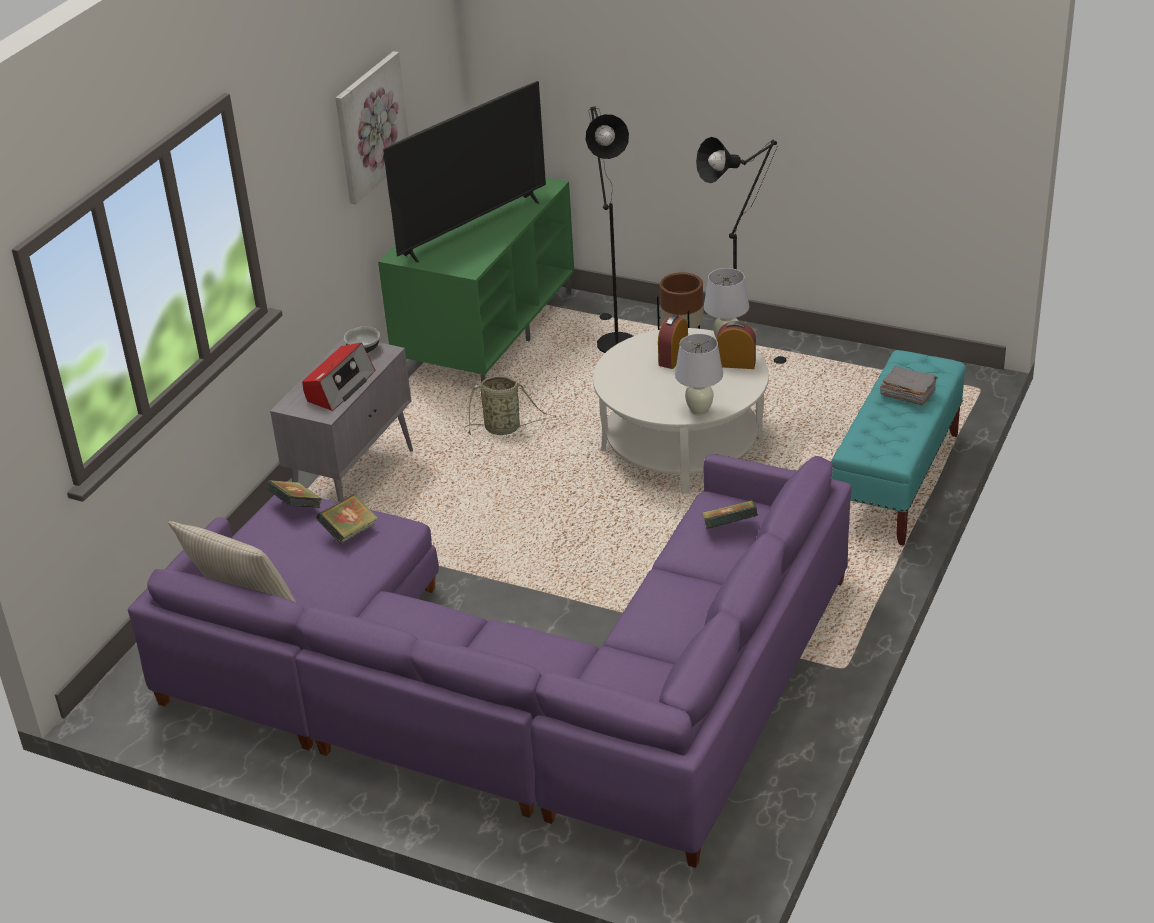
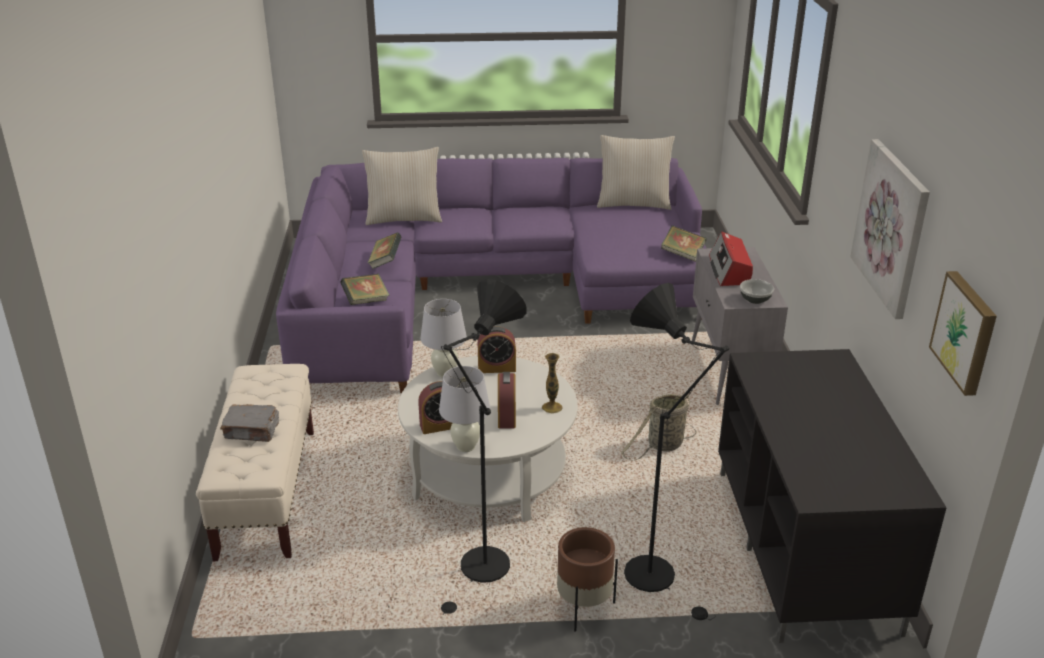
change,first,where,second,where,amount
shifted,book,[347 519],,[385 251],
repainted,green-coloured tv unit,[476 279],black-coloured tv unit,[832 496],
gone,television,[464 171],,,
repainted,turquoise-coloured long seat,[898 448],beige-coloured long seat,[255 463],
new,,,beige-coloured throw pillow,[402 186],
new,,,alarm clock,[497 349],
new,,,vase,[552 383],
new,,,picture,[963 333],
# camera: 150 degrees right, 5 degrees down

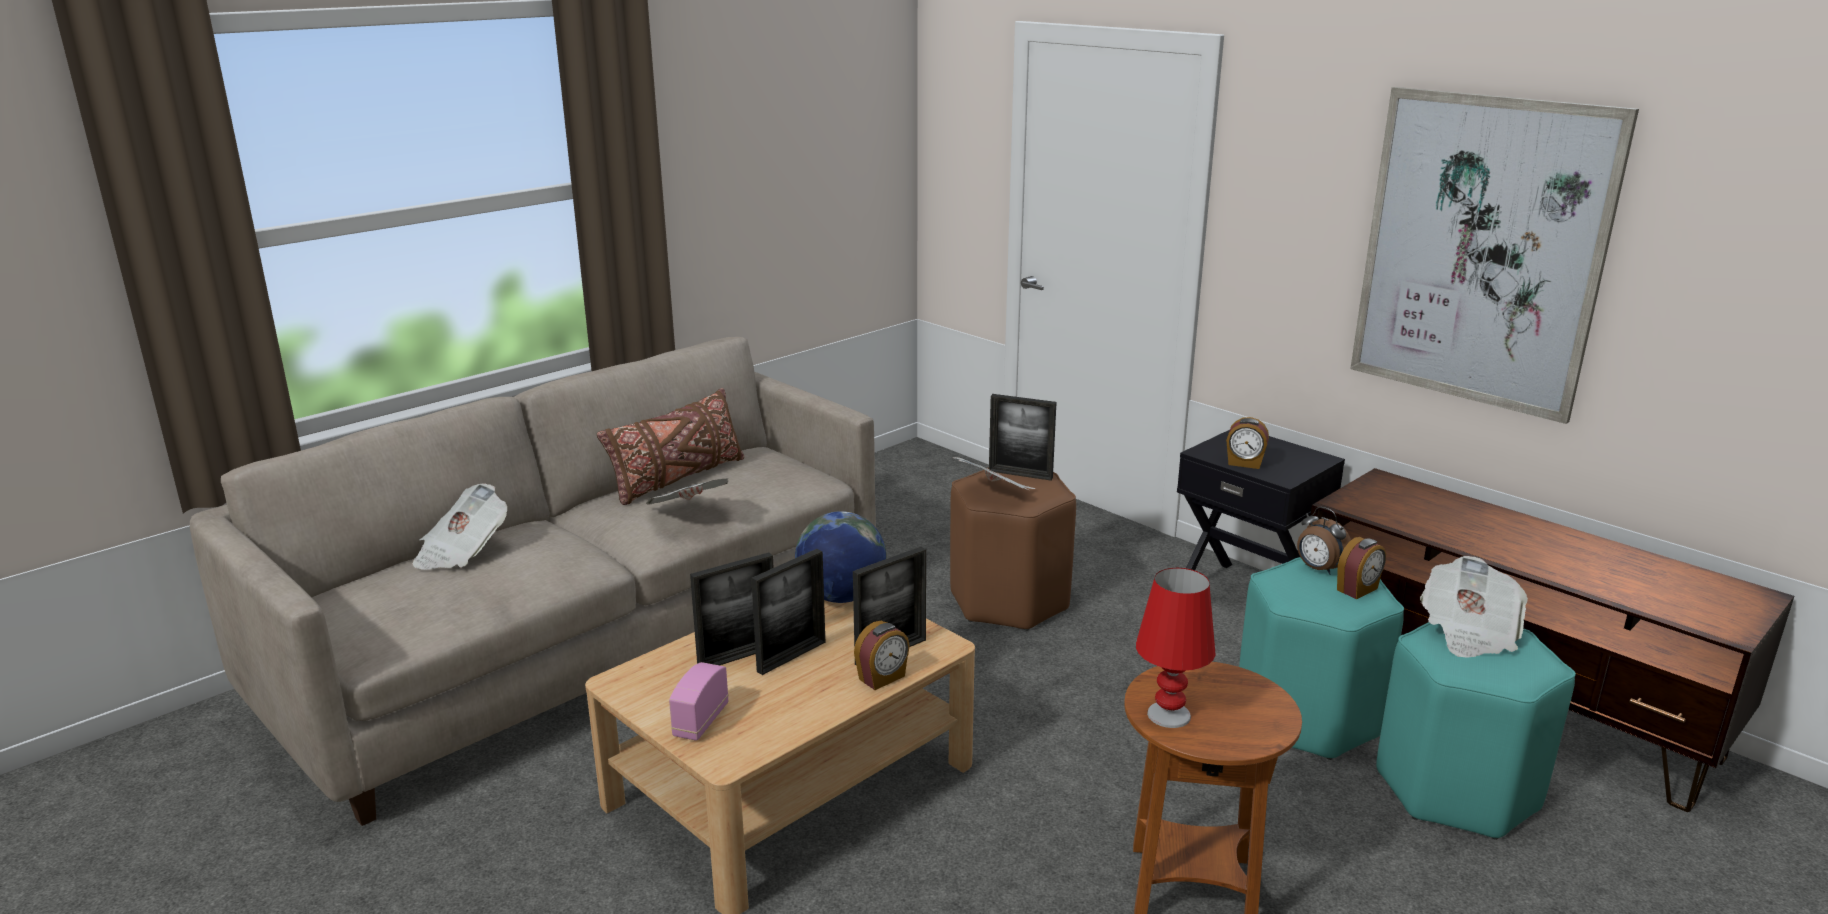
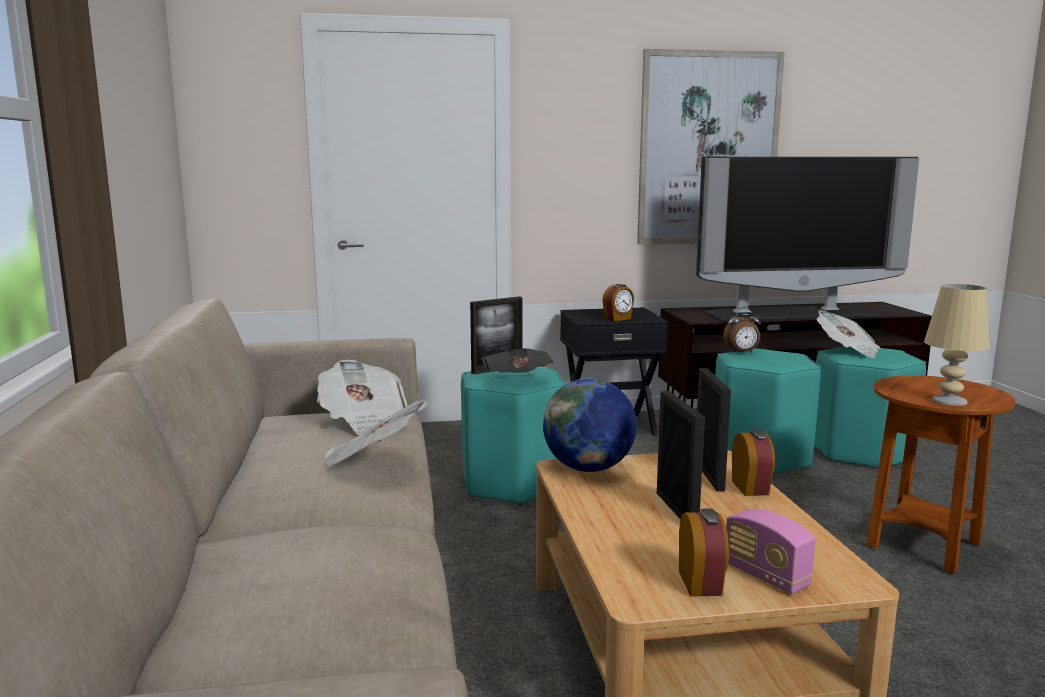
change,first,where,second,where,amount
shifted,newspaper,[459 526],,[362 397],
gone,brown throw pillow,[671 446],,,
gone,standing frame,[732 608],,,
repainted,brown stool,[1013 549],turquoise-coloured stool,[513 436],
repainted,red-coloured tabletop lamp,[1176 648],beige-coloured tabletop lamp,[957 345],
shifted,alarm clock,[1361 568],,[704 553],
new,,,television,[807 239],
# camera: 55 degrees left, 10 degrees down

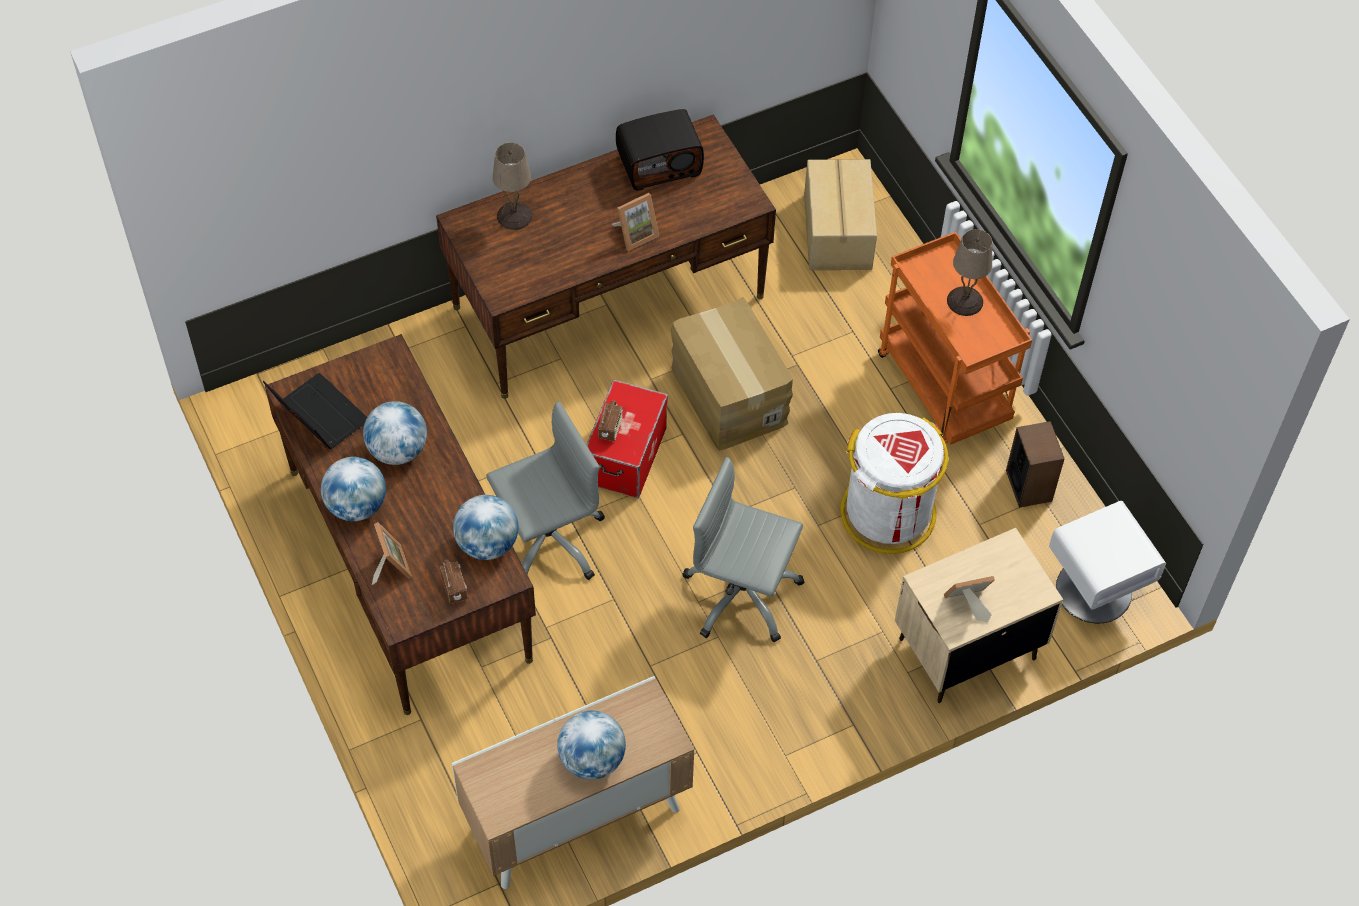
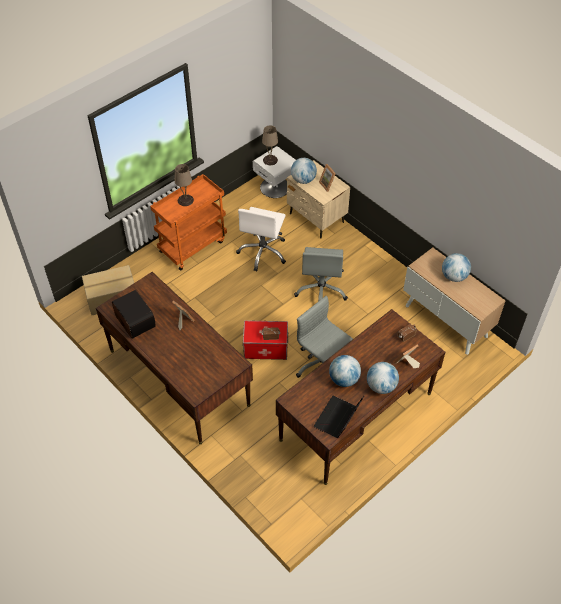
change,first,where,second,where,amount
shifted,globe,[485 527],,[304 171],
shifted,beige-coloured tabletop lamp,[513 186],,[270 145],
gone,cardboard box,[732 374],,,
swapped,whitish rubbish bin,[894 483],whitish office chair,[261 239],
gone,loudspeaker,[1035 464],,,
# camera: 105 degrees left, 5 degrees down

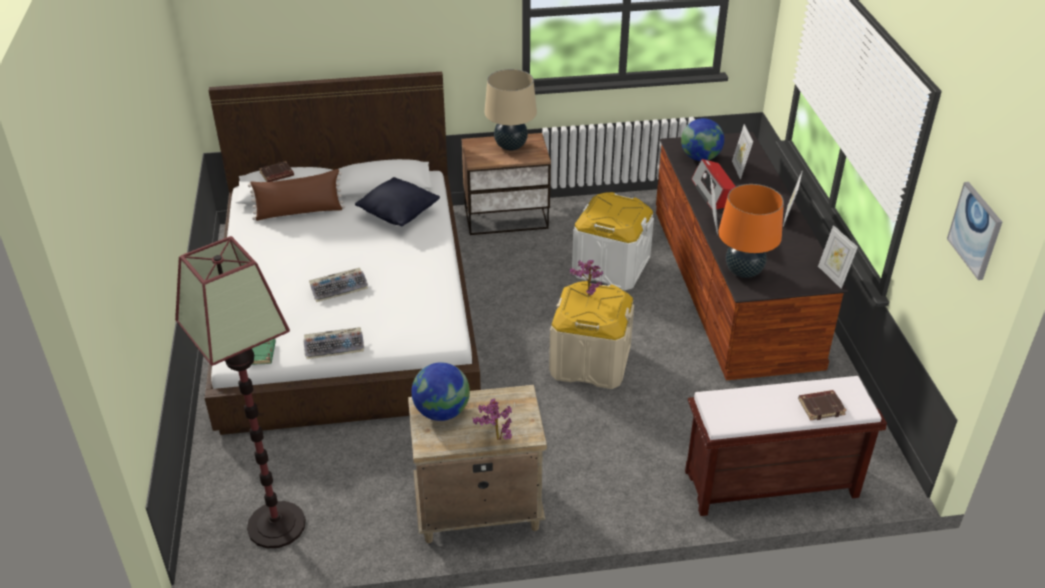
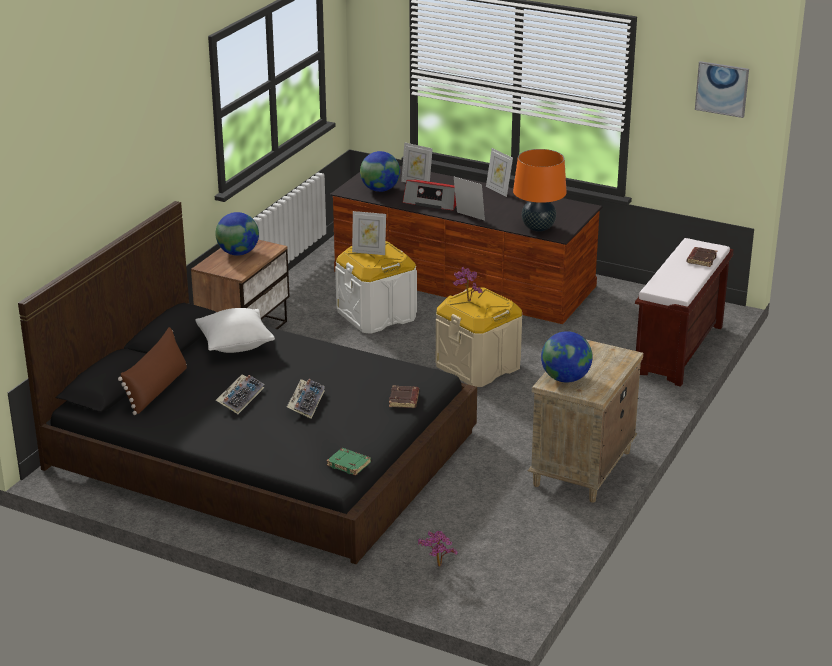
change,first,where,second,where,amount
gone,standard lamp,[240 392],,,
repainted,whitish bed,[342 253],black-coloured bed,[247 382],
shifted,brown book,[276 171],,[404 396],
shifted,computer keyboard,[334 343],,[240 394],
repainted,black-coloured throw pillow,[397 201],whitish throw pillow,[235 330],
shifted,potted plant,[492 419],,[438 548],
swapped,beige-coloured tabletop lamp,[510 109],globe,[237 234],
shifted,standing frame,[838 257],,[369 233],
# camera: 55 degrees left, 10 degrees down

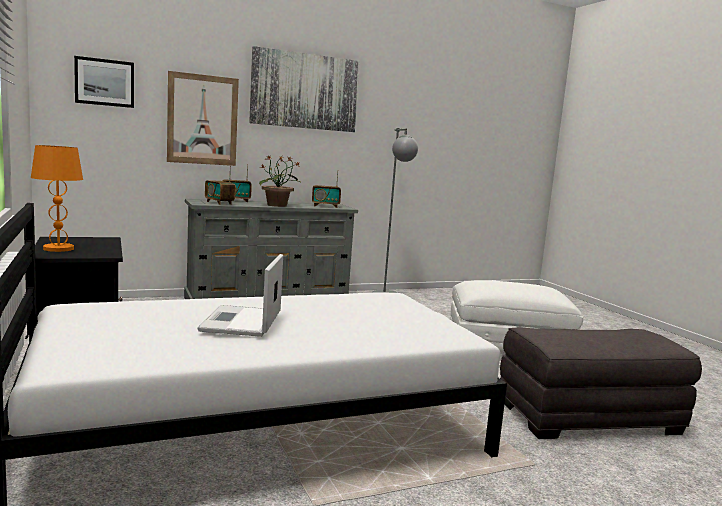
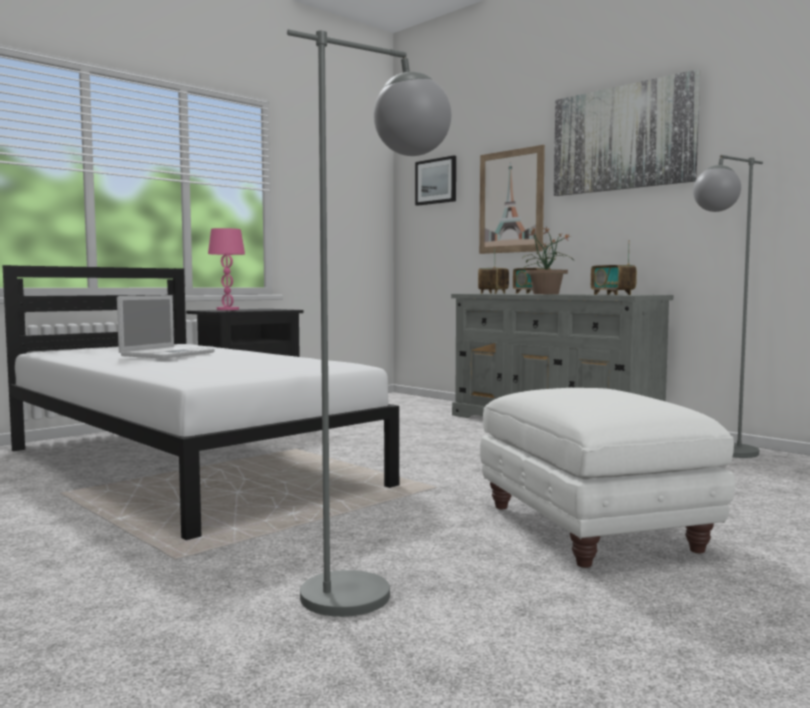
change,first,where,second,where,amount
repainted,orangey tabletop lamp,[57 198],pink-coloured tabletop lamp,[226 269],
rotated,portable computer,[240 295],,[166 327],135 degrees clockwise
swapped,gray pouffe,[601 383],gray standard lamp,[369 323],
# camera: 70 degrees right, 5 degrees down

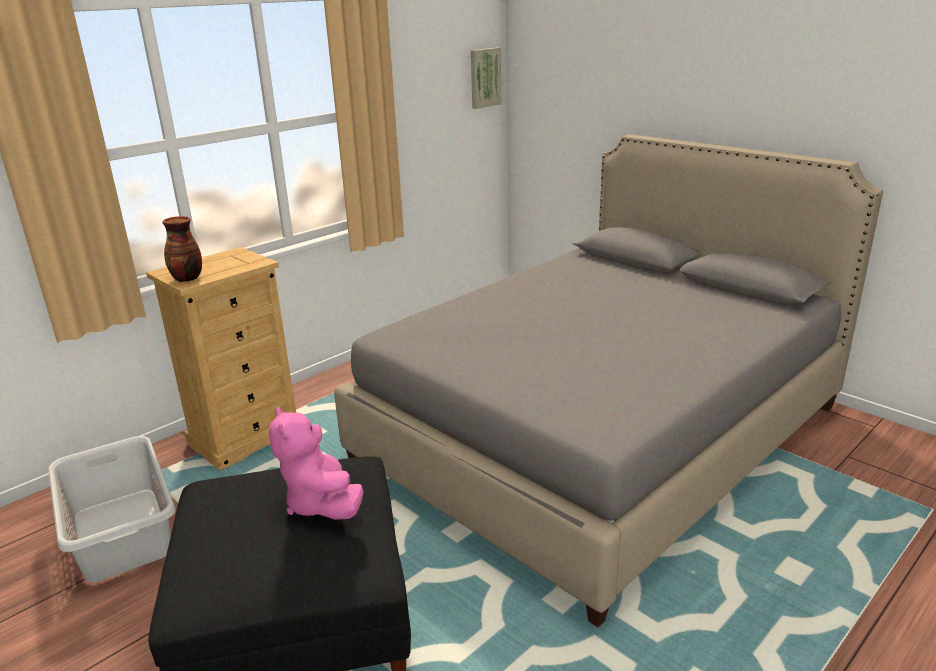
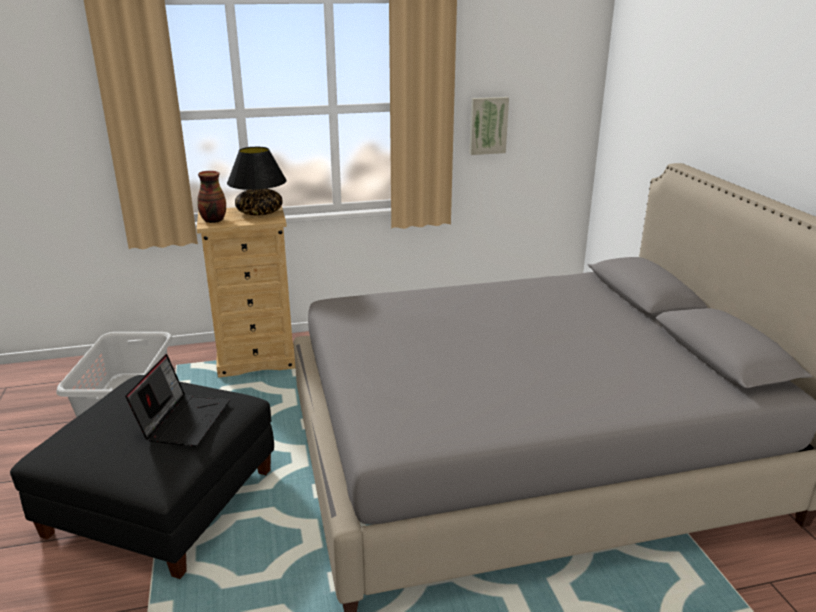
change,first,where,second,where,amount
swapped,pink-coloured plush toy,[316 463],portable computer,[177 400],
shifted,picture,[486 78],,[489 126],
new,,,black-coloured tabletop lamp,[257 181],
# camera: 30 degrees right, 0 degrees up

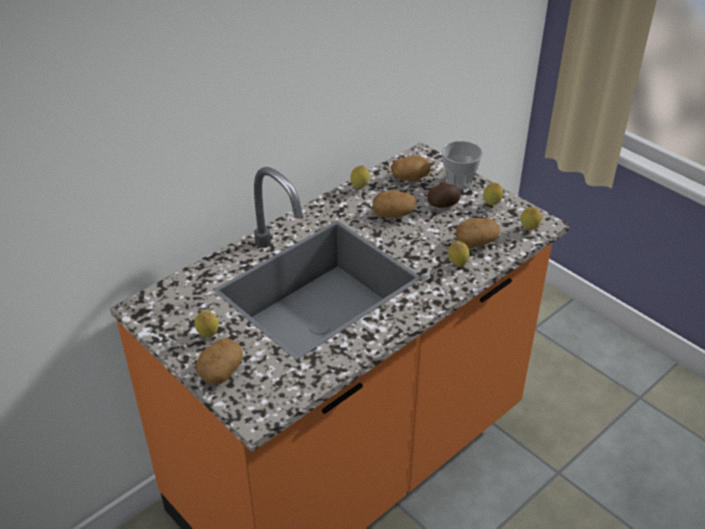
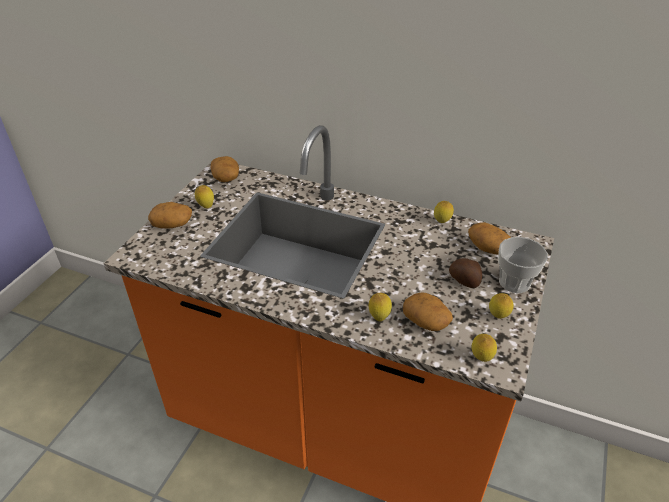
change,first,where,second,where,amount
shifted,potato,[394 204],,[224 169],
# camera: 65 degrees right, 0 degrees up

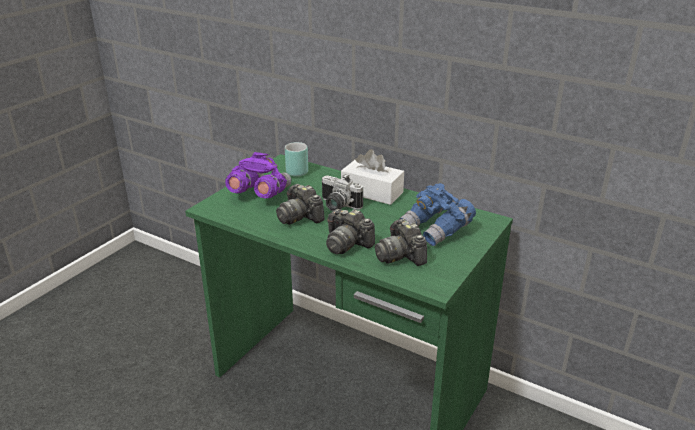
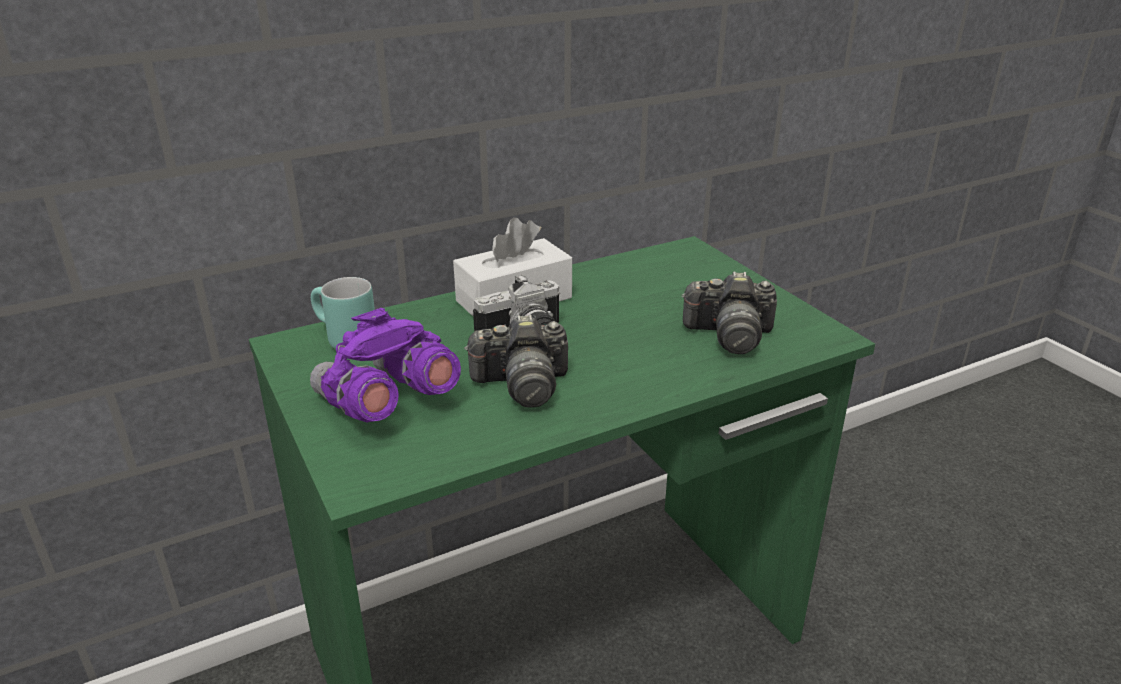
change,first,where,second,where,amount
gone,photo camera,[350 231],,,
gone,bluish pair of binoculars,[437 214],,,
# camera: 60 degrees left, 0 degrees up

